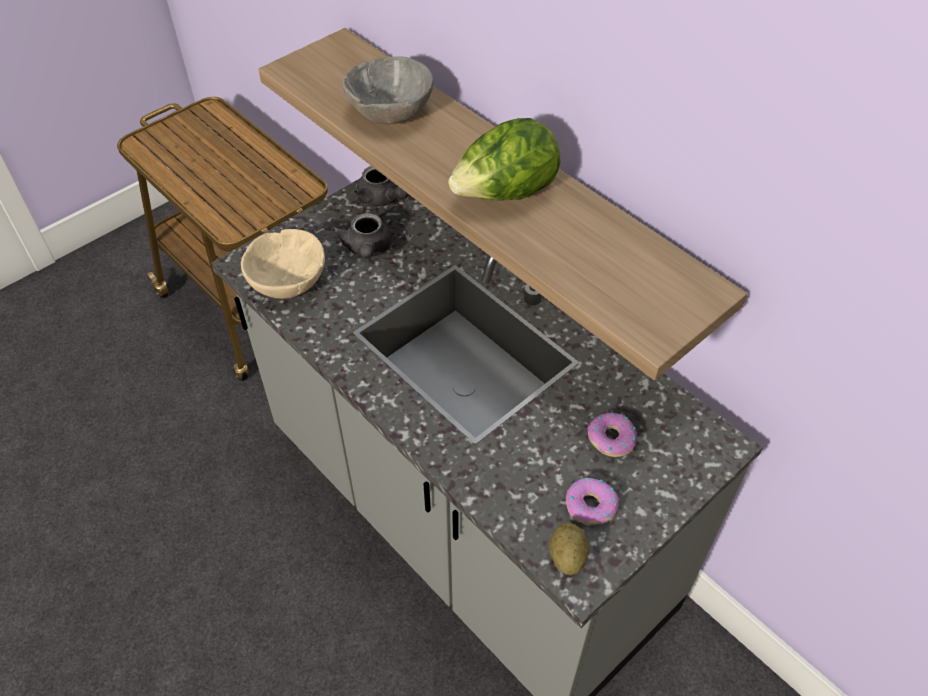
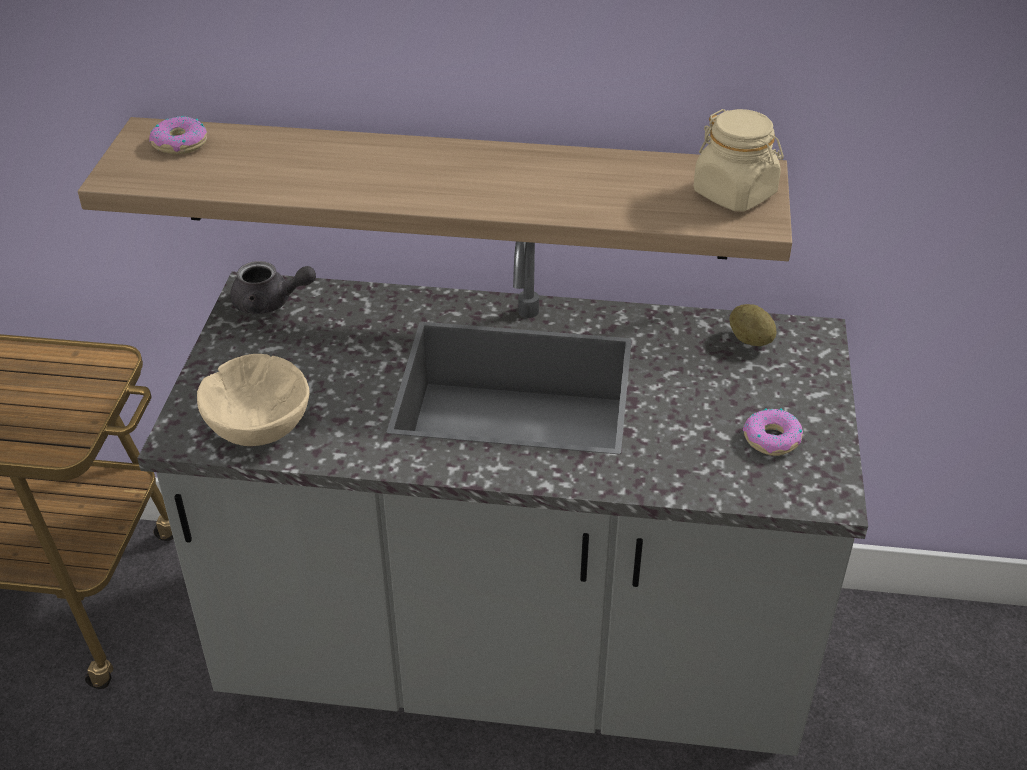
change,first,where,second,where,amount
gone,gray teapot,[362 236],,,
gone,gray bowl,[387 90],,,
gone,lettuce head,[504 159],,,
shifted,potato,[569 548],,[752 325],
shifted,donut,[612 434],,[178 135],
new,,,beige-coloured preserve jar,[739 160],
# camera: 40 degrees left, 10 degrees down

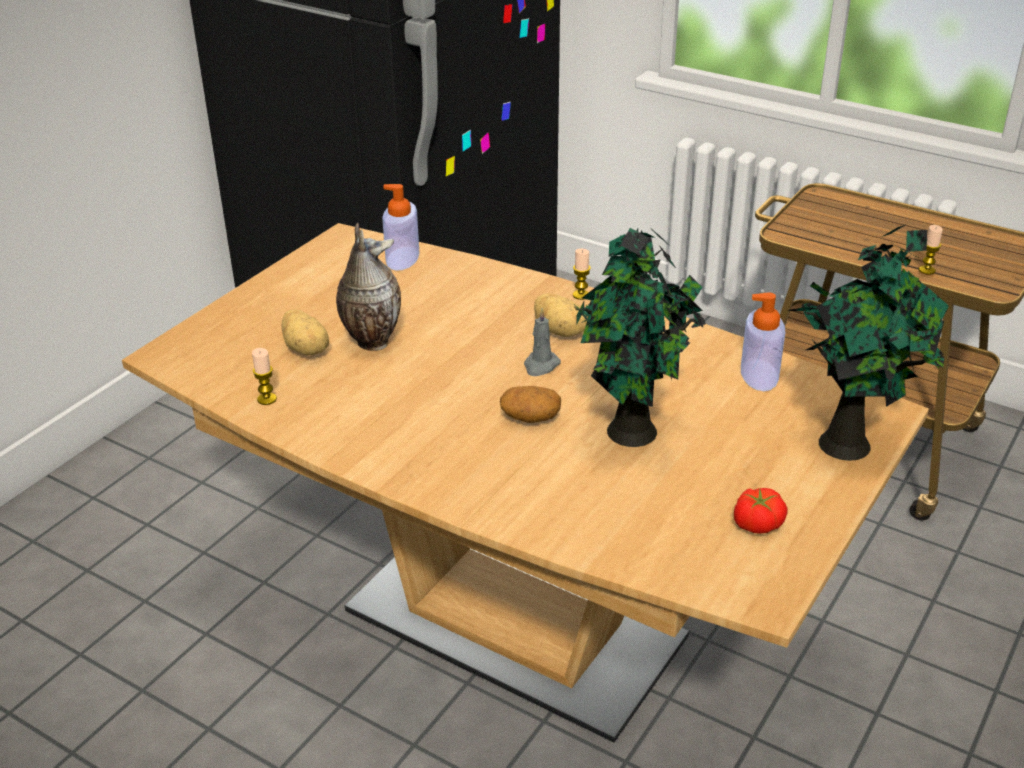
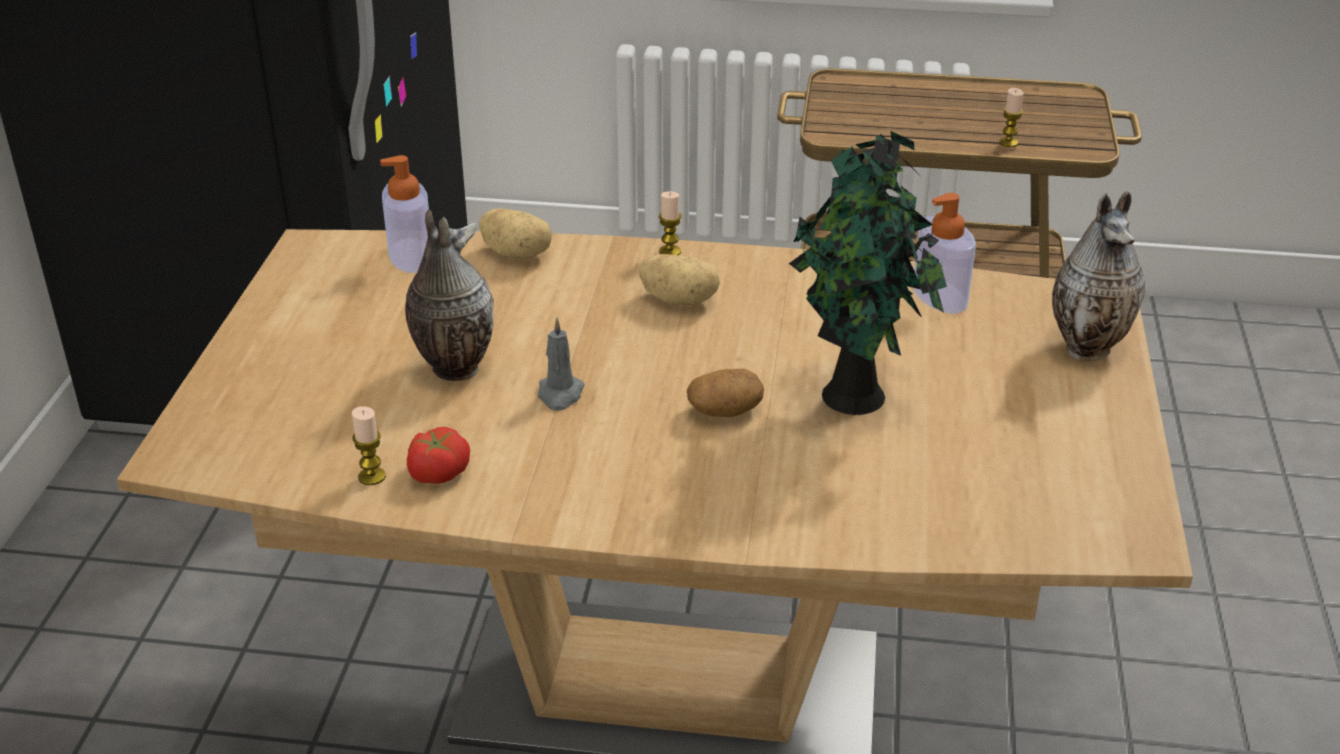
change,first,where,second,where,amount
shifted,potato,[305 332],,[515 233],
shifted,gray candle,[542 342],,[561 364],
shifted,whole tomato,[761 511],,[438 455],
swapped,potted plant,[868 343],vase,[1098 276],
# camera: 25 degrees left, 0 degrees up

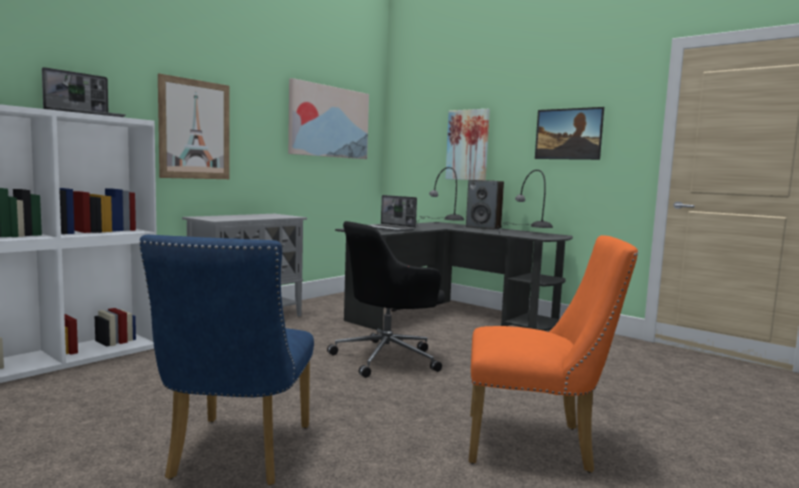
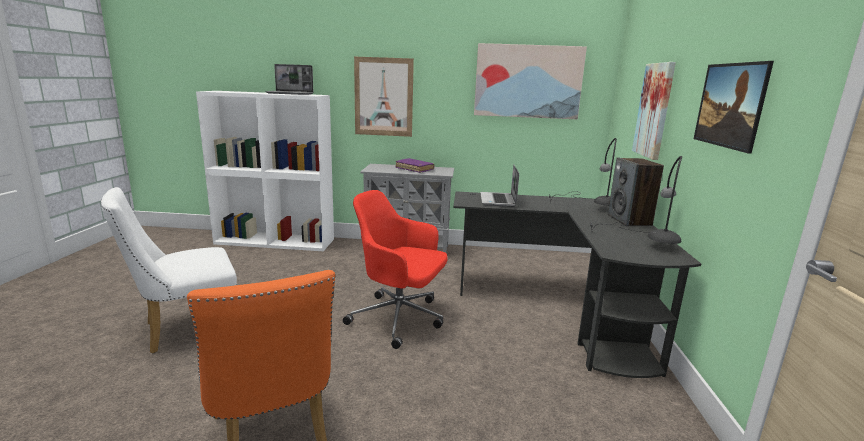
change,first,where,second,where,amount
repainted,bluish chair,[226 360],whitish chair,[169 270],
repainted,black-coloured office chair,[386 299],red-coloured office chair,[395 269],
new,,,purple book,[415 165],
# camera: 55 degrees right, 10 degrees up

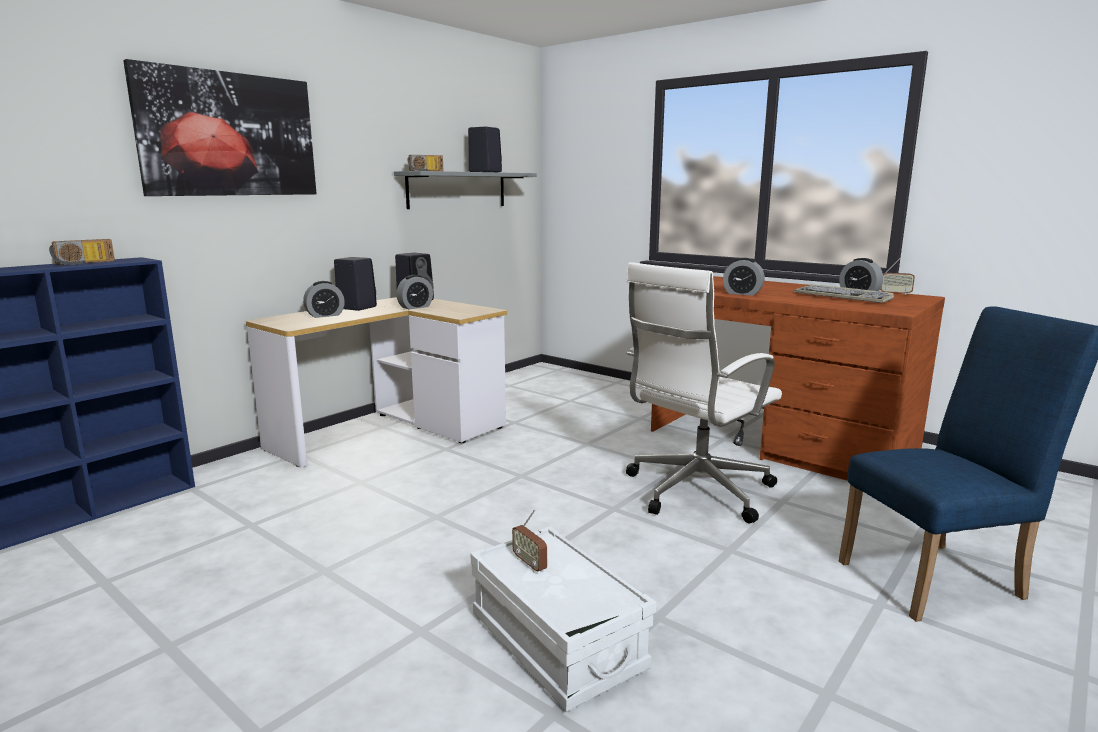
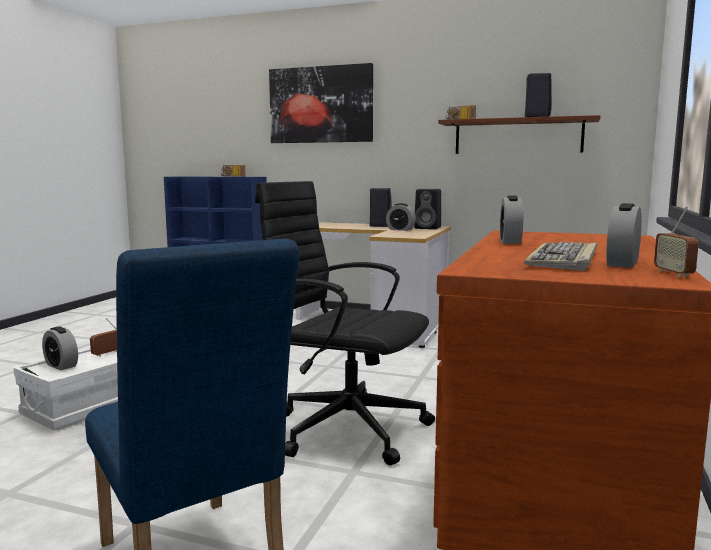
change,first,where,second,where,amount
shifted,alarm clock,[324 299],,[60 348],
repainted,gray wall shelf,[465 190],brown wall shelf,[519 134],
repainted,whitish office chair,[704 392],black-coloured office chair,[345 323],
# camera: 70 degrees right, 5 degrees down

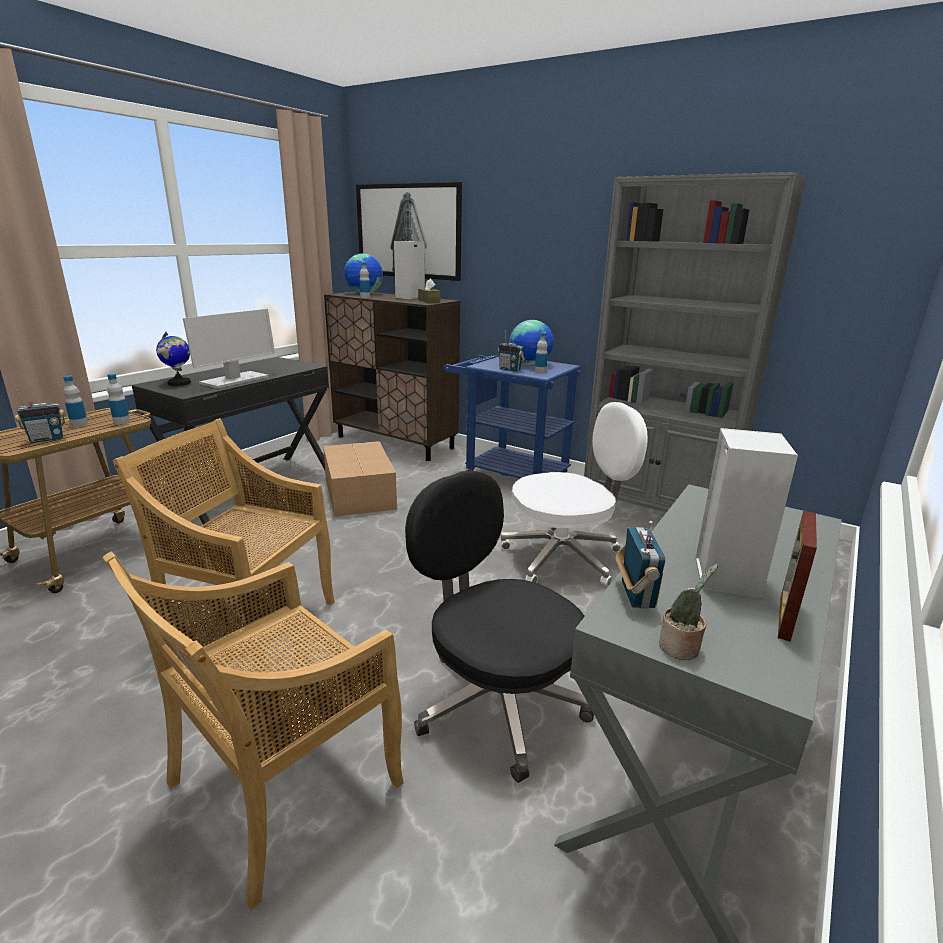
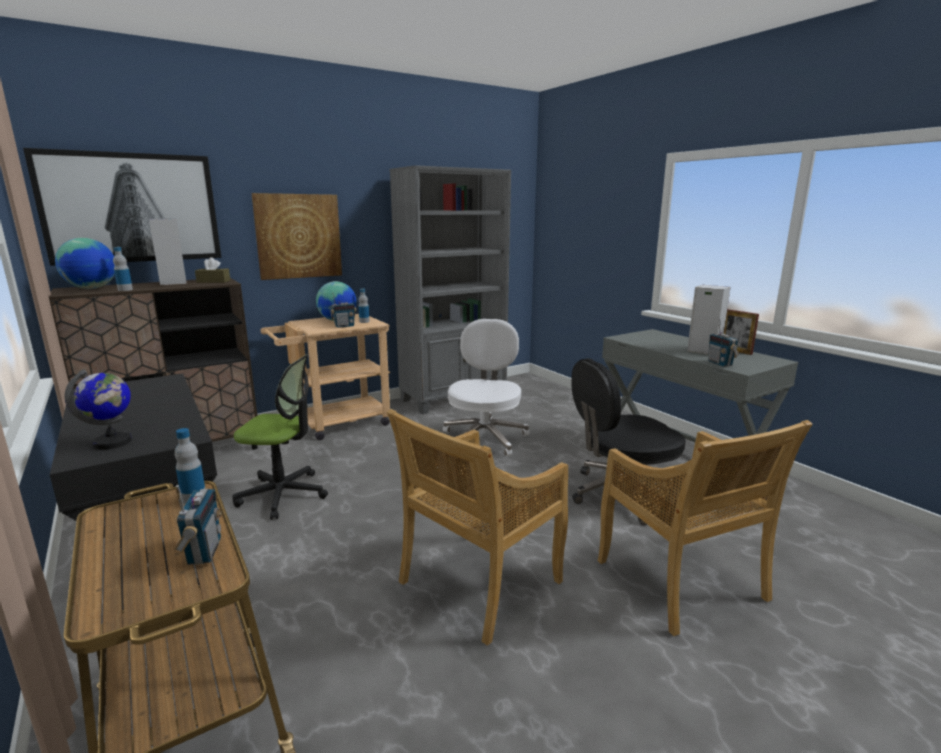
change,first,where,second,where,amount
gone,drink bottle,[75 401],,,
gone,monitor,[229 348],,,
swapped,cardboard box,[360 479],office chair,[280 437],
repainted,bluish cart,[512 416],beige-coloured cart,[325 377],
rotated,radio set,[640 565],,[723 343],135 degrees counterclockwise
gone,potted plant,[688 612],,,
new,,,picture,[297 236],
# camera: 65 degrees left, 5 degrees down

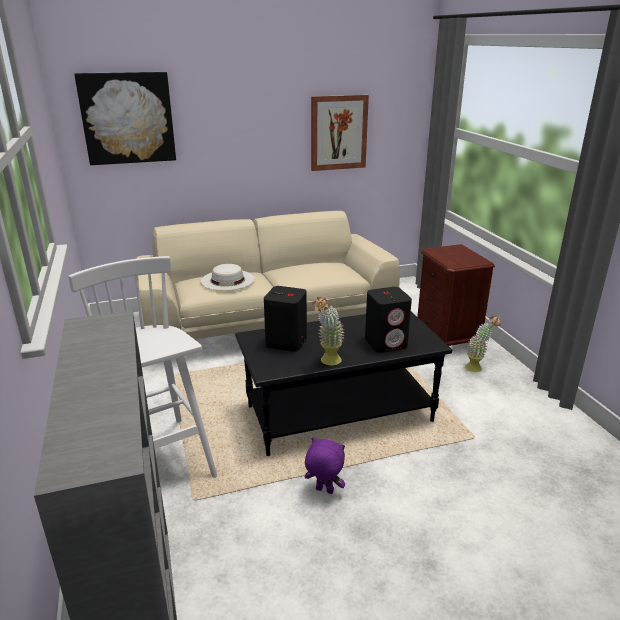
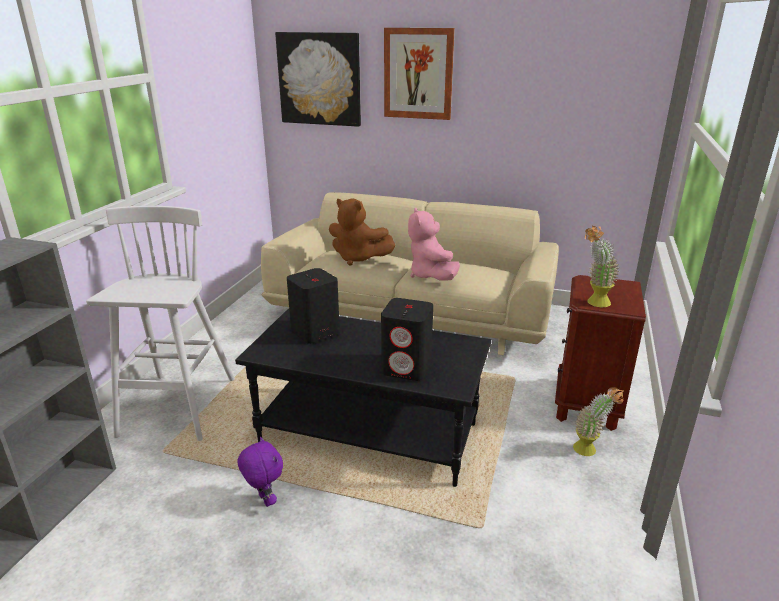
change,first,where,second,where,amount
swapped,whitish wearable hat,[227 277],brown plush toy,[362 232],
shifted,picture,[340 133],,[419 74],
shifted,potted plant,[328 331],,[602 266],
new,,,pink-coloured plush toy,[434 244],
# camera: 35 degrees right, 0 degrees up

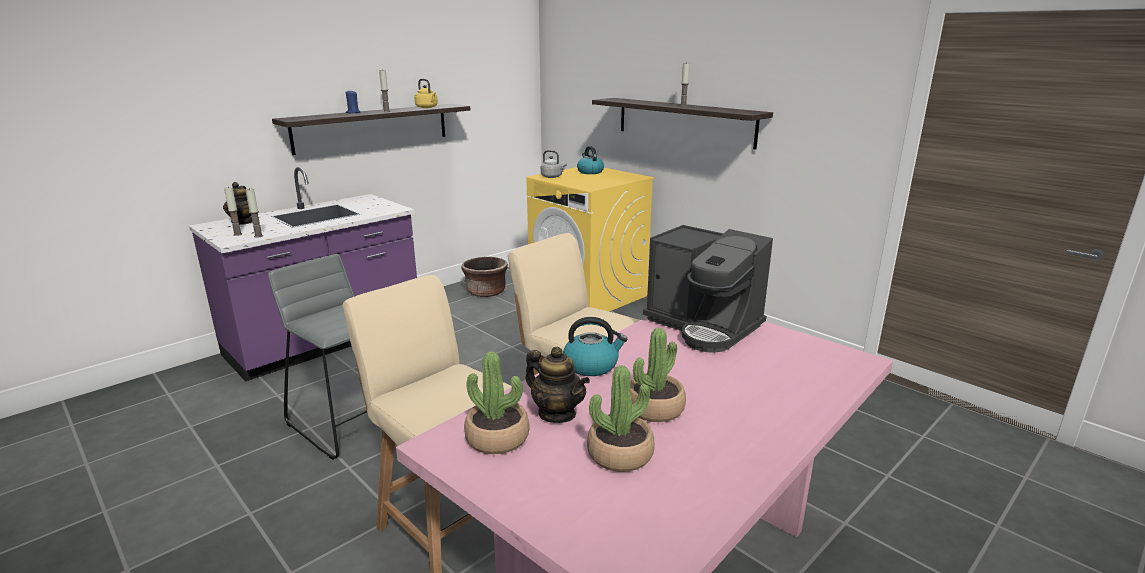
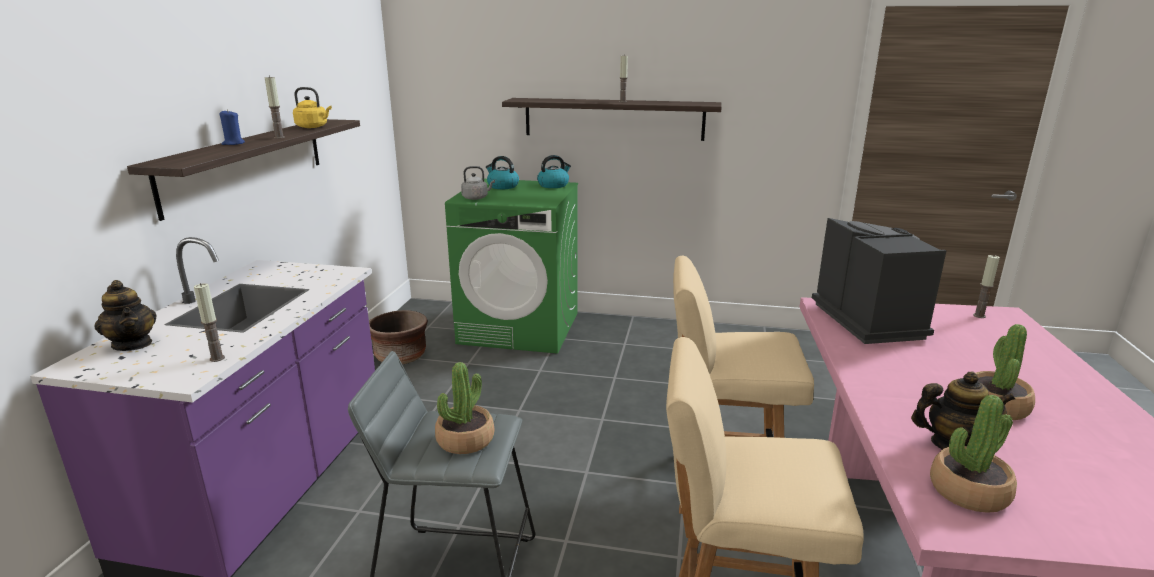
change,first,where,second,where,amount
shifted,candle,[233 211],,[986 286],
repainted,yellow-coloured laundry appliance,[590 239],green-coloured laundry appliance,[511 266],
shifted,tea kettle,[595 346],,[554 171],
shifted,potted plant,[621 418],,[465 408],
rotated,coffee machine,[708 289],,[879 281],105 degrees counterclockwise
# camera: 35 degrees left, 0 degrees up

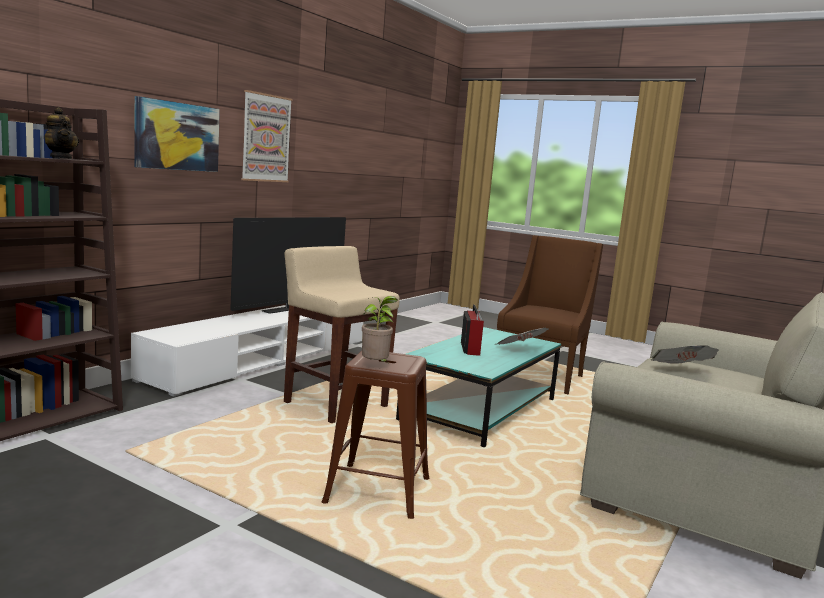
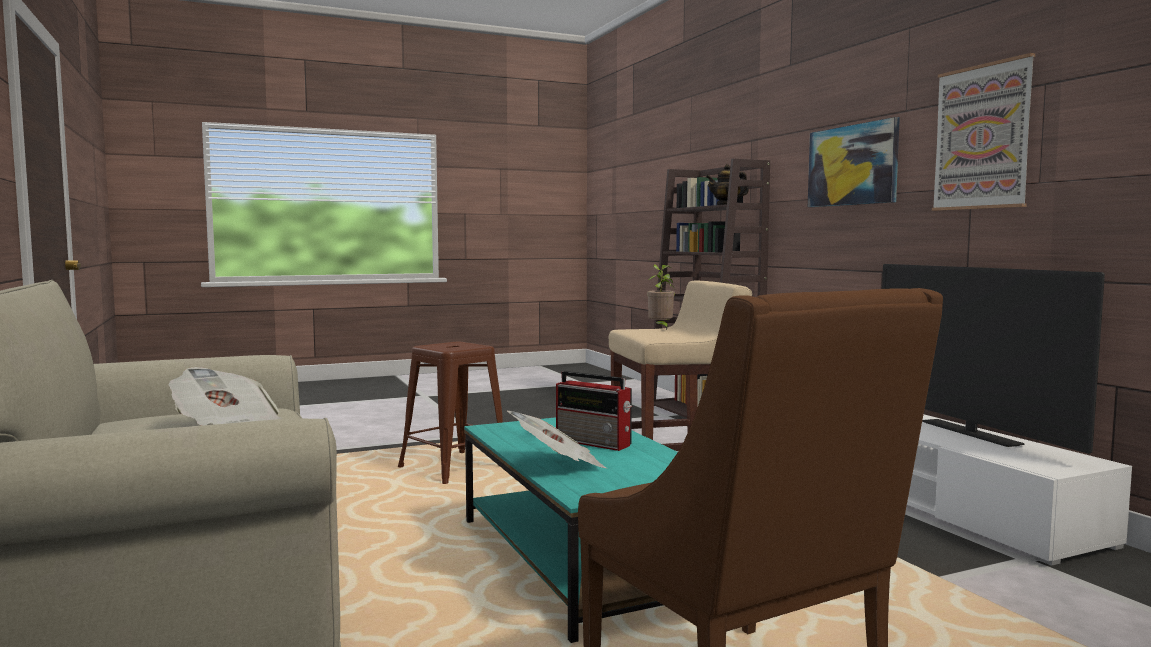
change,first,where,second,where,amount
shifted,potted plant,[380 329],,[661 297],
# camera: 125 degrees right, 5 degrees down

